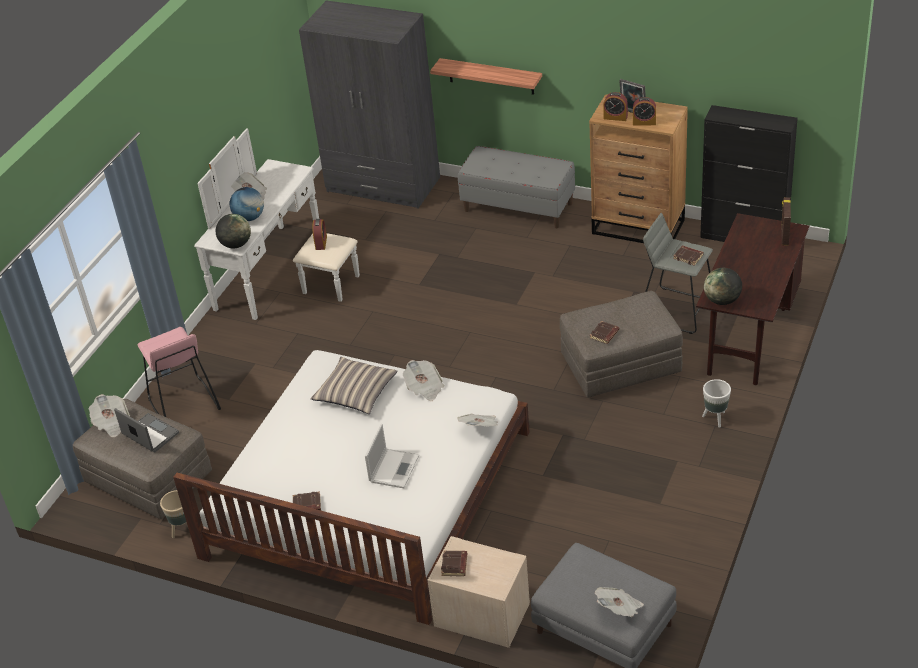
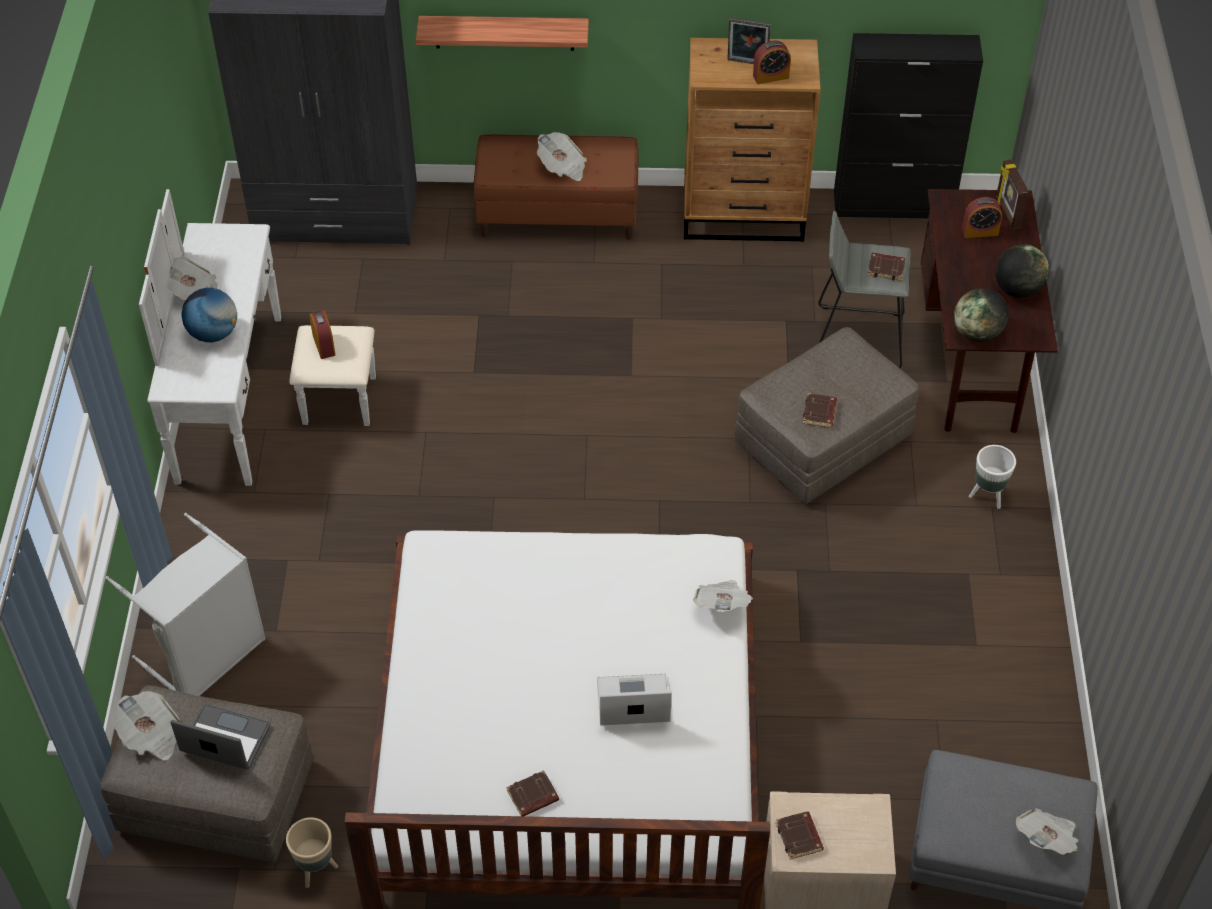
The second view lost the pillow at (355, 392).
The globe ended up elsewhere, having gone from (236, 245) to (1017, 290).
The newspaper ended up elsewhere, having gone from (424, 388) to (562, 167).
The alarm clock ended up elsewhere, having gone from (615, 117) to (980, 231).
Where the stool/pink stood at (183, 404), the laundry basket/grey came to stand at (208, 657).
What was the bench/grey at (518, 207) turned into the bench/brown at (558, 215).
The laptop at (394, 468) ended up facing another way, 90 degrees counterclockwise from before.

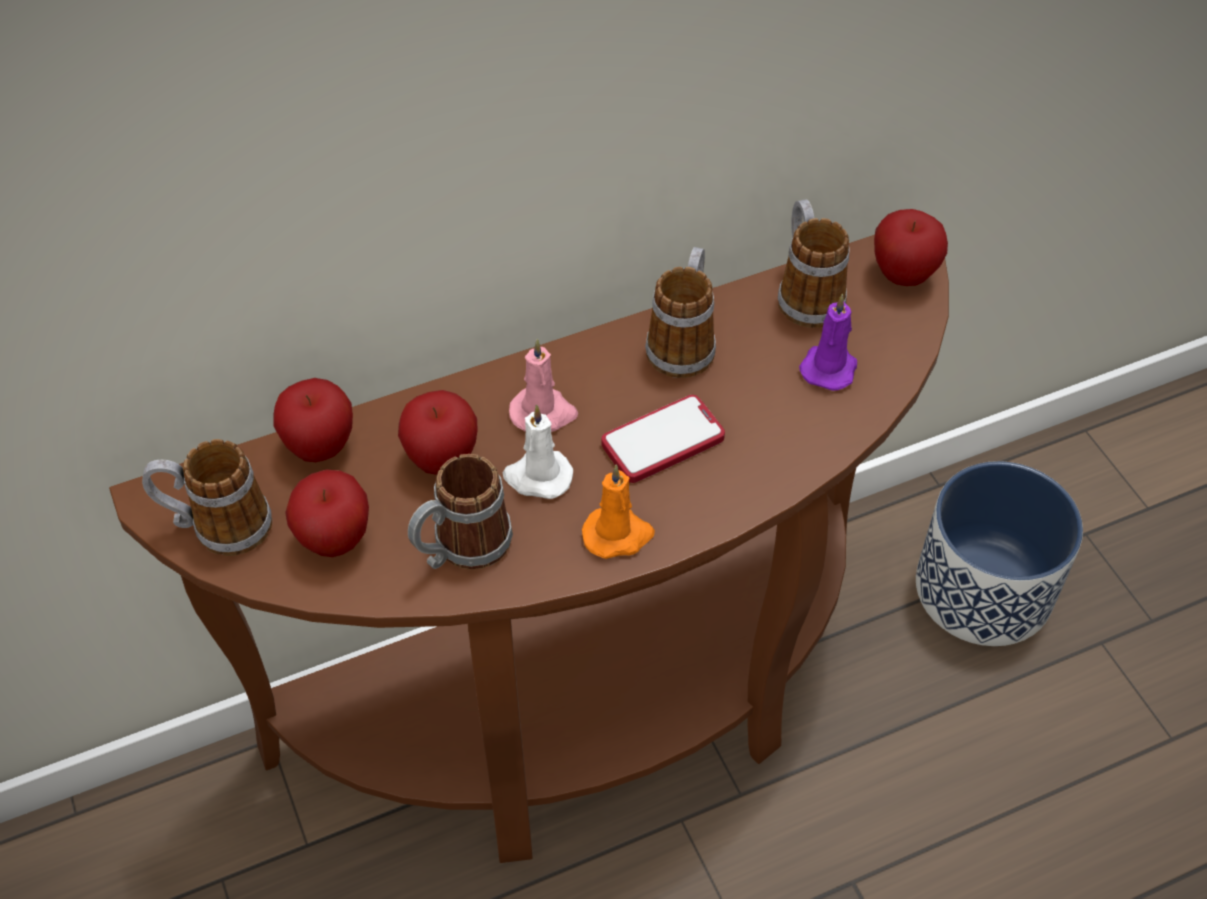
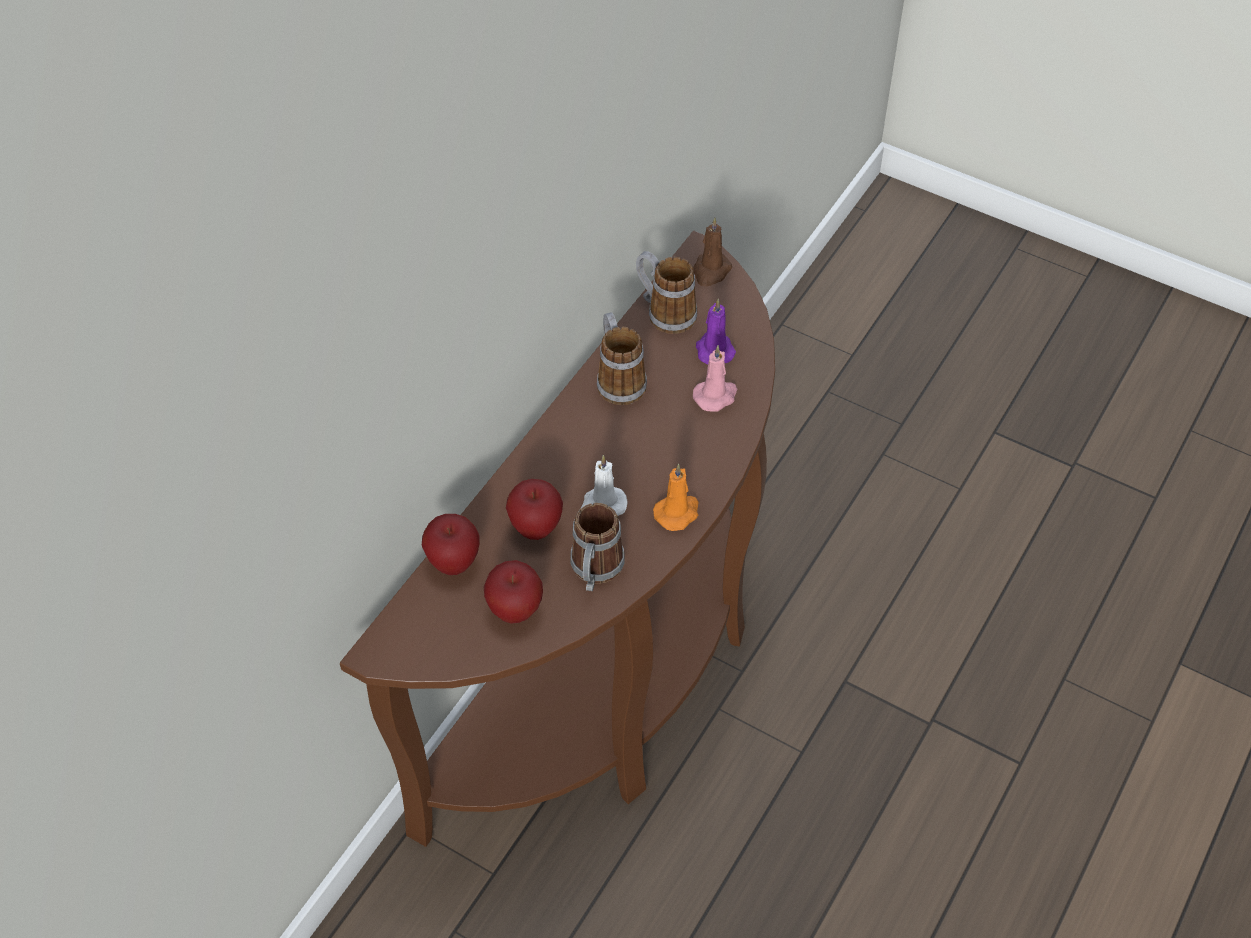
The second view lost the mug at (218, 527).
The second view lost the phone at (662, 441).
The second view lost the planter at (982, 588).
The candle/pink ended up elsewhere, having gone from (544, 413) to (716, 396).
Where the apple stood at (903, 275), the candle/brown came to stand at (710, 271).

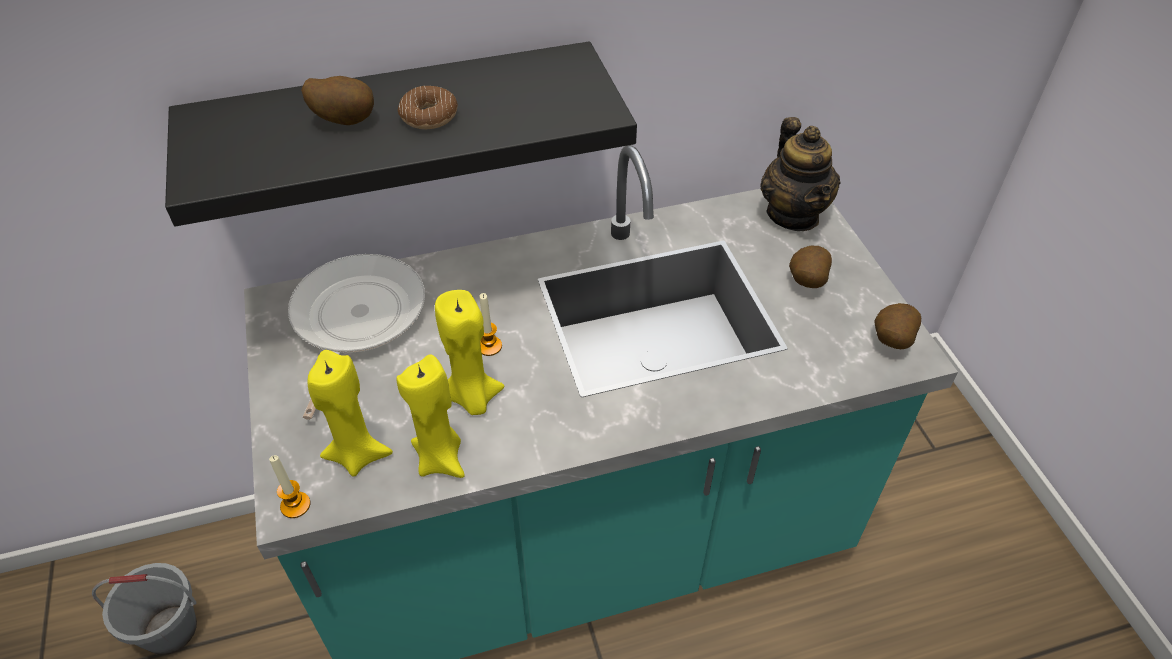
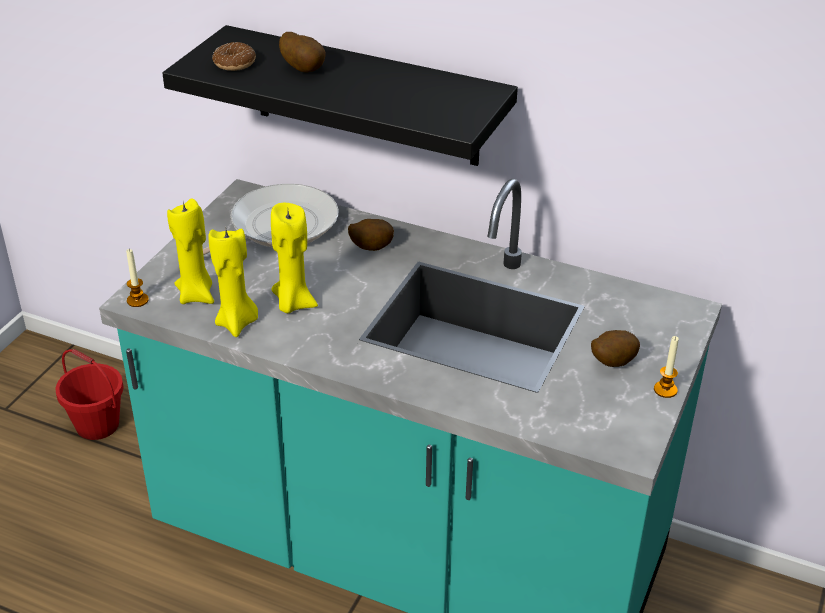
The second view lost the teapot at (793, 214).
The donut ended up elsewhere, having gone from (429, 116) to (234, 63).
The candle ended up elsewhere, having gone from (489, 346) to (665, 390).
The potato ended up elsewhere, having gone from (890, 341) to (370, 248).
What was the bucket/grey at (169, 630) turned into the bucket/red at (97, 425).

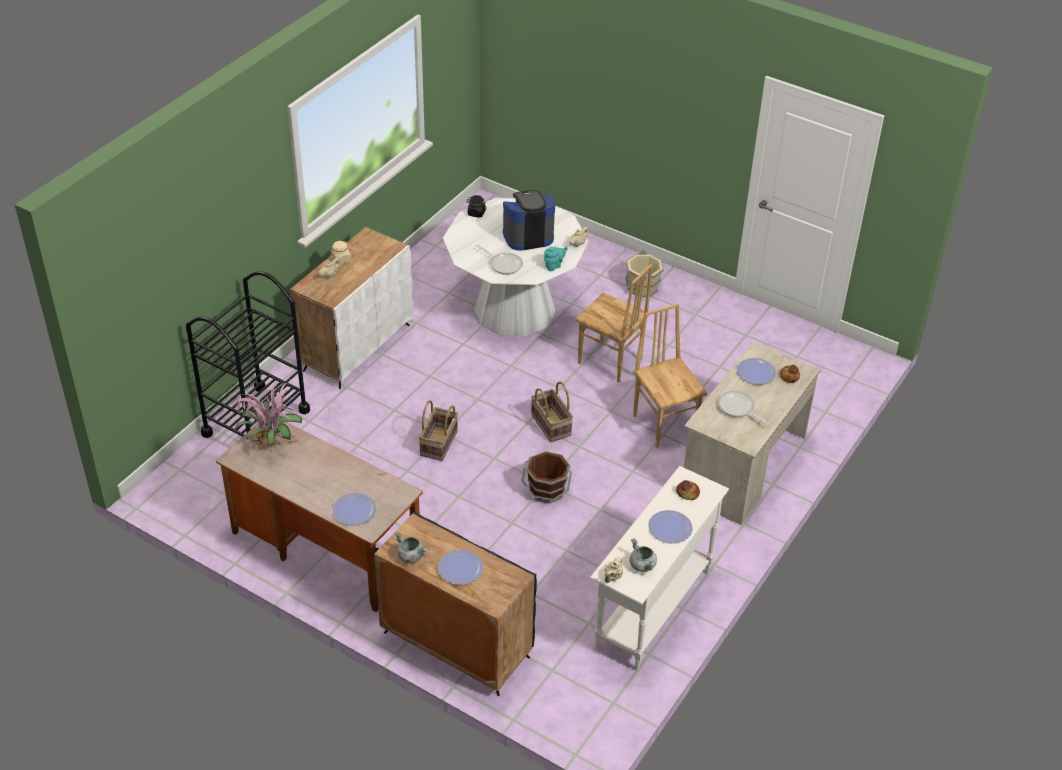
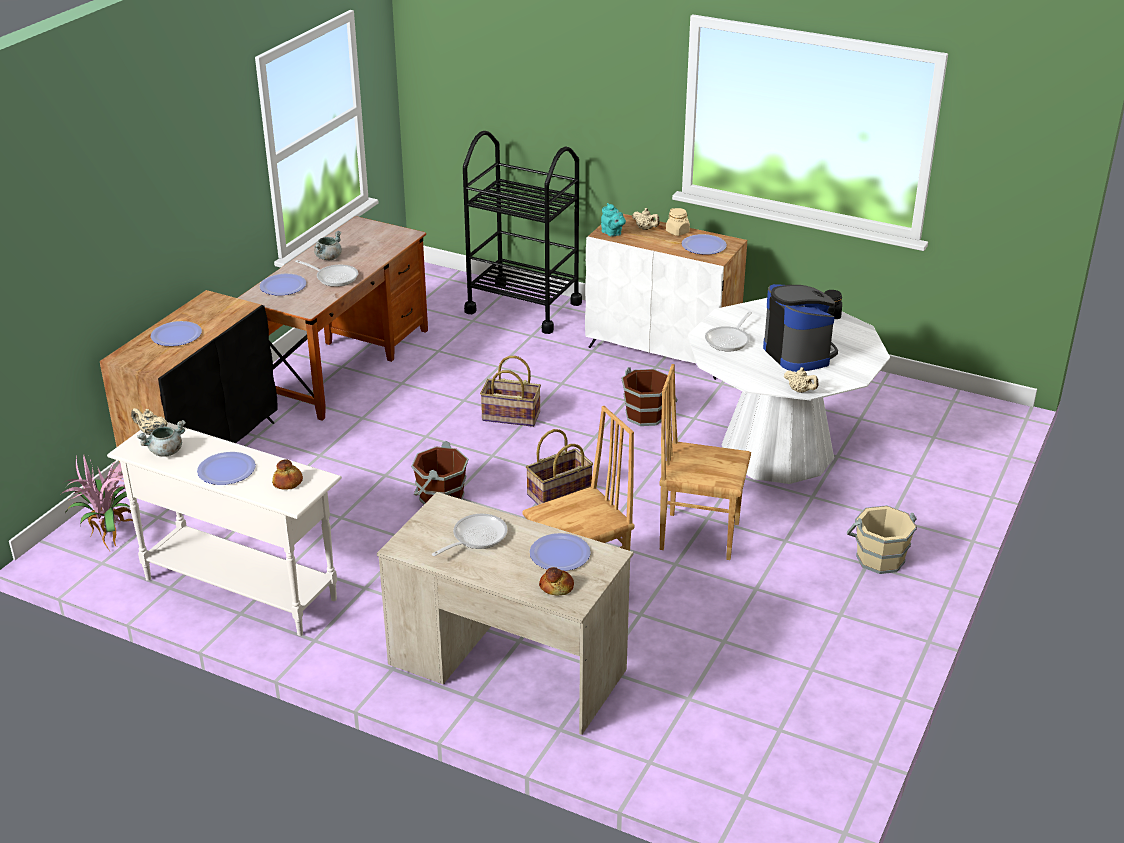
The second view gained the frying pan at (334, 277).
The second view gained the bucket/brown at (646, 414).
The second view gained the plate at (703, 246).
The potted plant ended up elsewhere, having gone from (270, 443) to (111, 532).
The cooking pot/grey ended up elsewhere, having gone from (410, 556) to (328, 257).
The teapot/turquoise ended up elsewhere, having gone from (554, 266) to (612, 233).
The chair/brown at (609, 362) ended up facing another way, 75 degrees clockwise from before.

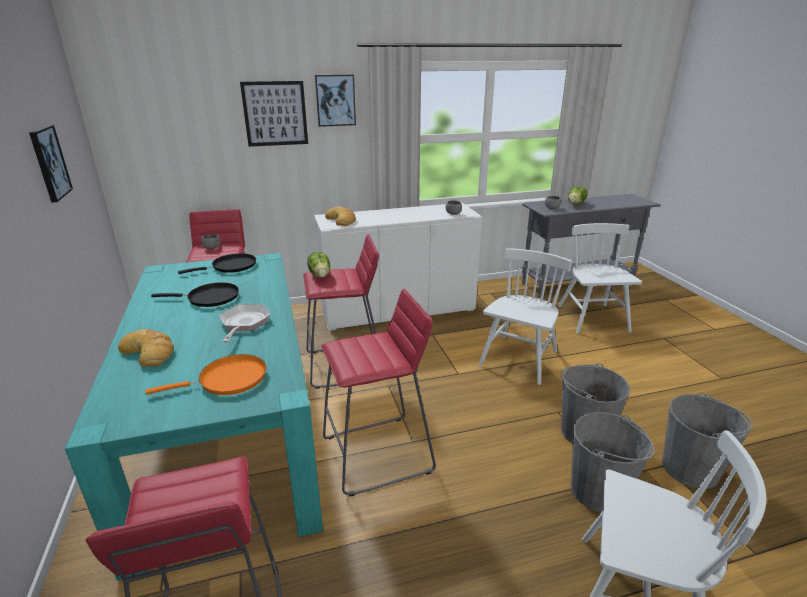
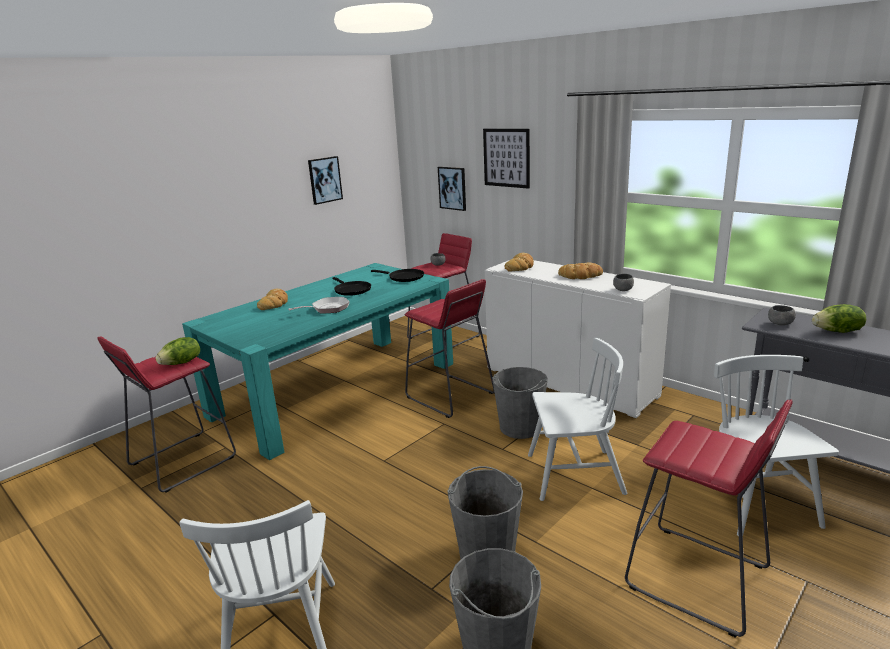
The second view lost the frying pan/orange at (228, 379).
The second view gained the bread at (581, 275).
The lettuce ended up elsewhere, having gone from (320, 275) to (182, 363).
The picture ended up elsewhere, having gone from (335, 100) to (452, 188).
The stool/red ended up elsewhere, having gone from (378, 454) to (697, 579).
The bucket/grey ended up elsewhere, having gone from (599, 491) to (520, 427).
The chair/white at (592, 319) ended up facing another way, 60 degrees counterclockwise from before.

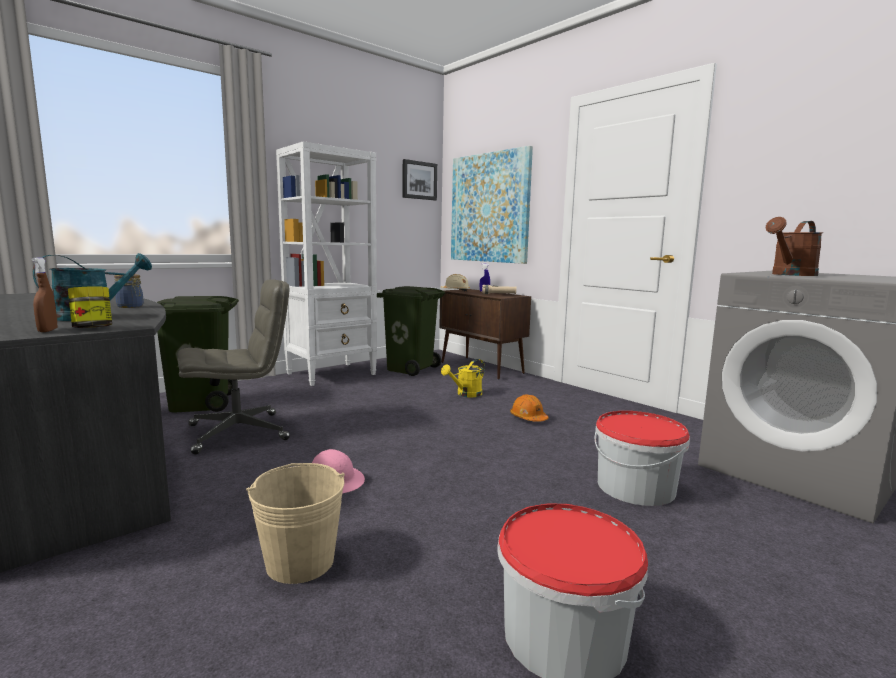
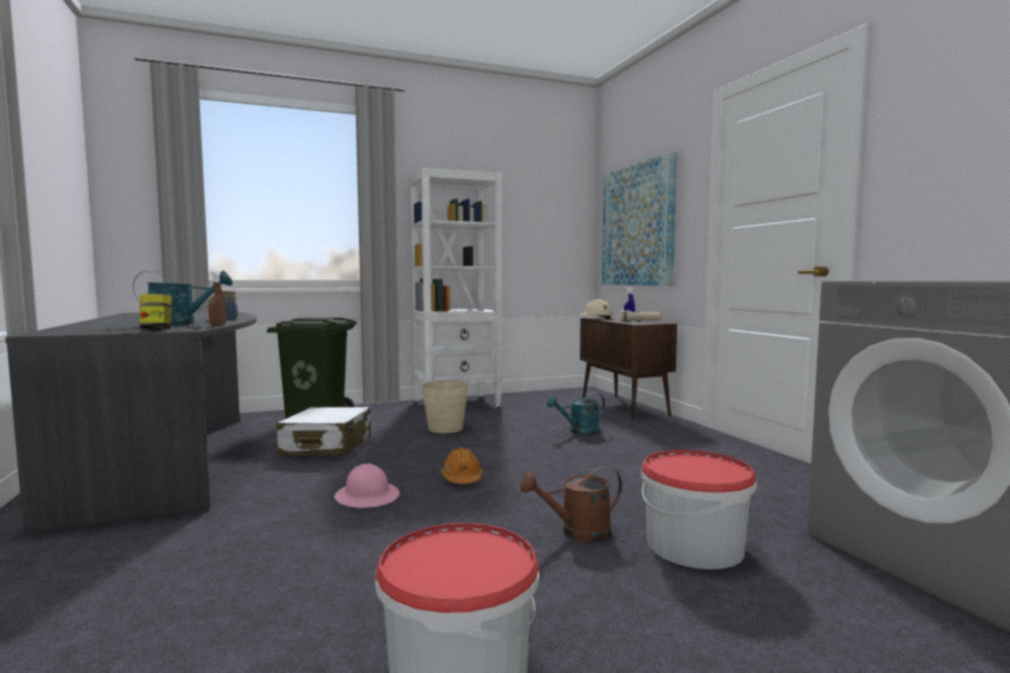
The second view lost the trash can/green at (410, 368).
The second view lost the picture at (419, 180).
The spray bottle/brown ended up elsewhere, having gone from (47, 330) to (218, 325).
The bucket/beige ended up elsewhere, having gone from (300, 562) to (445, 428).
The hard hat/orange ended up elsewhere, having gone from (528, 418) to (462, 479).
The watering can/brown ended up elsewhere, having gone from (790, 275) to (577, 532).
Where the office chair/grey stood at (239, 432), the suitcase/white came to stand at (326, 446).
What was the watering can/yellow at (466, 394) turned into the watering can/turquoise at (579, 432).

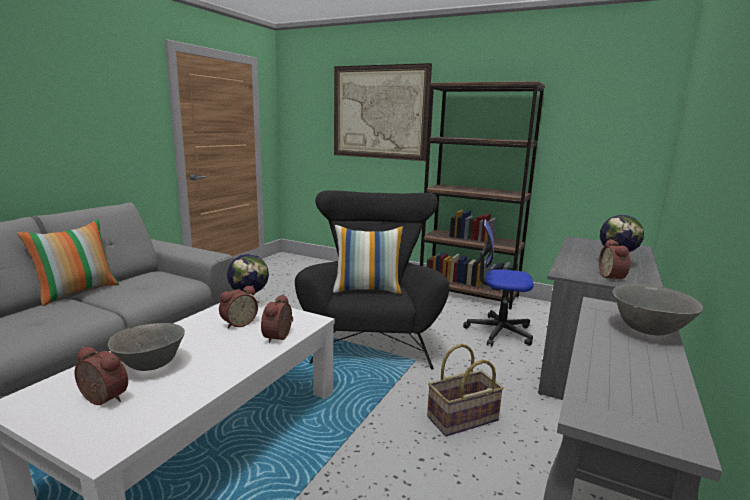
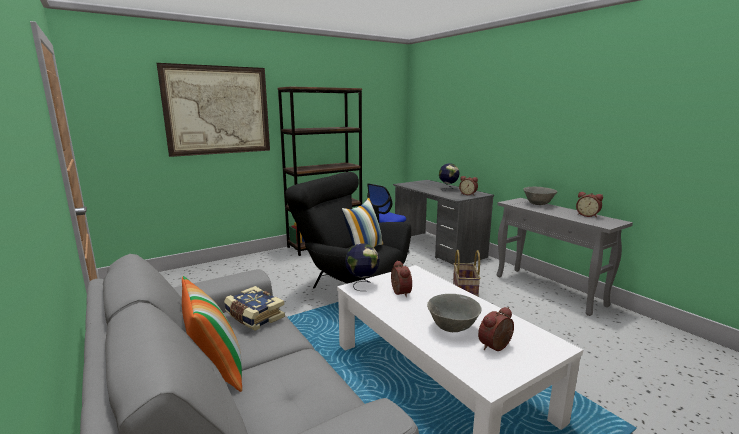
The second view gained the book at (254, 317).
The alarm clock ended up elsewhere, having gone from (279, 337) to (587, 215).

